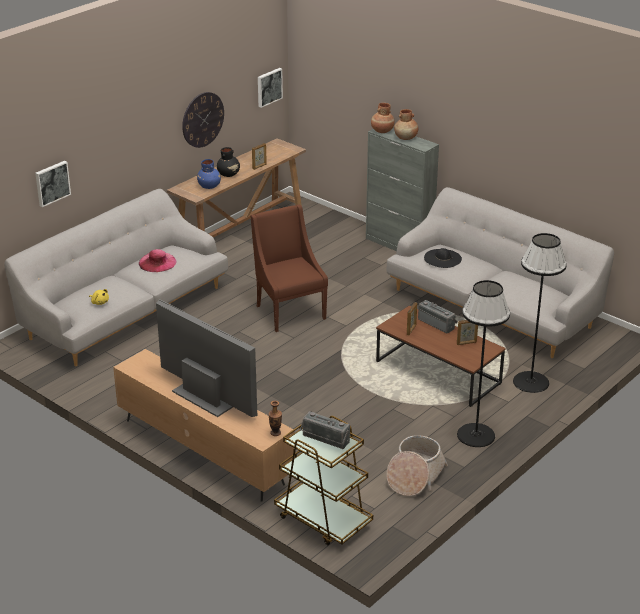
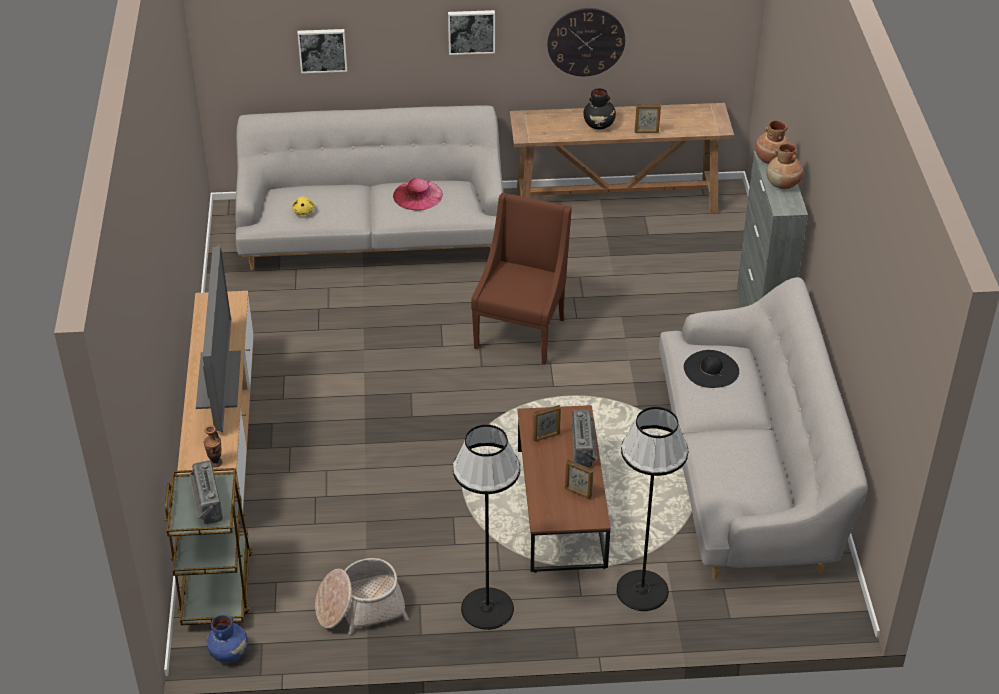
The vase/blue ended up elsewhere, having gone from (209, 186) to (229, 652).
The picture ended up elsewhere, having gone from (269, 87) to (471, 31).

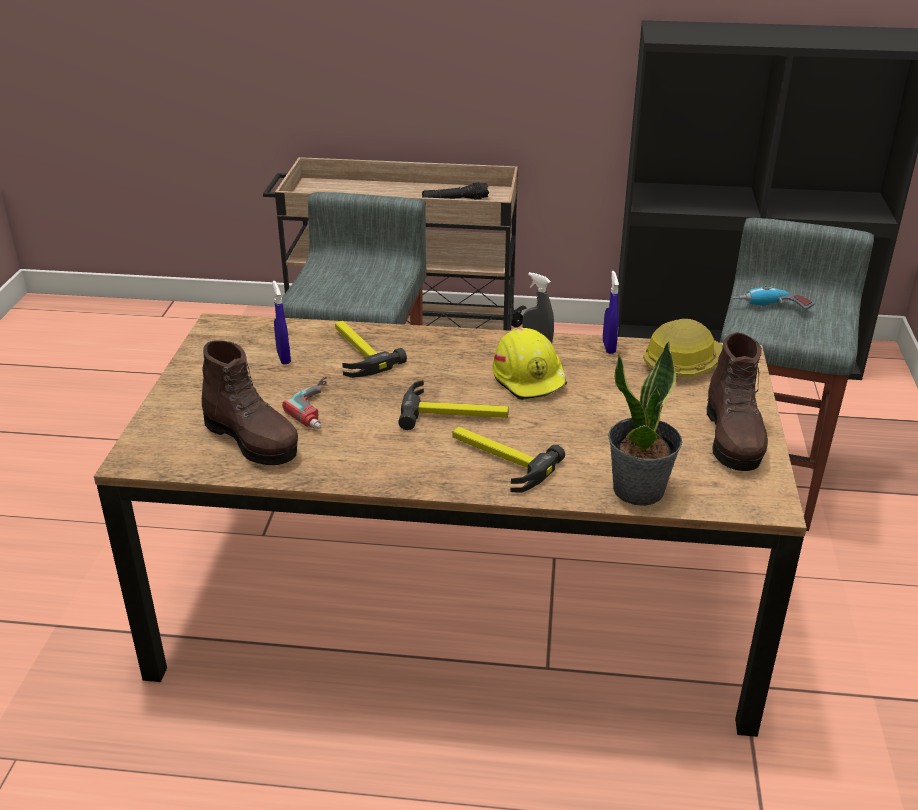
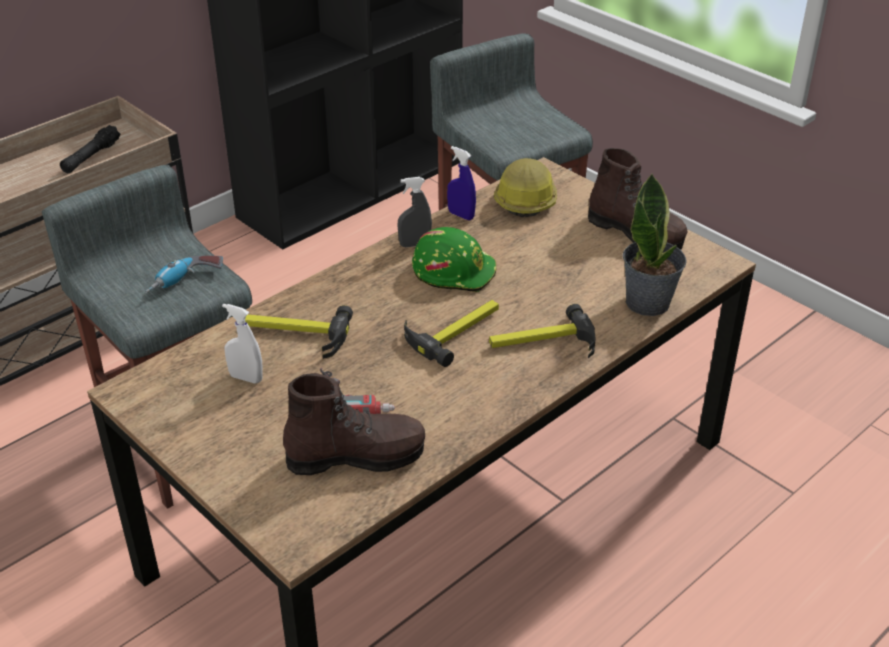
The power drill ended up elsewhere, having gone from (771, 309) to (185, 282).
What was the spray bottle/blue at (284, 358) turned into the spray bottle/white at (246, 378).
What was the hard hat/yellow at (530, 378) turned into the hard hat/green at (454, 271).

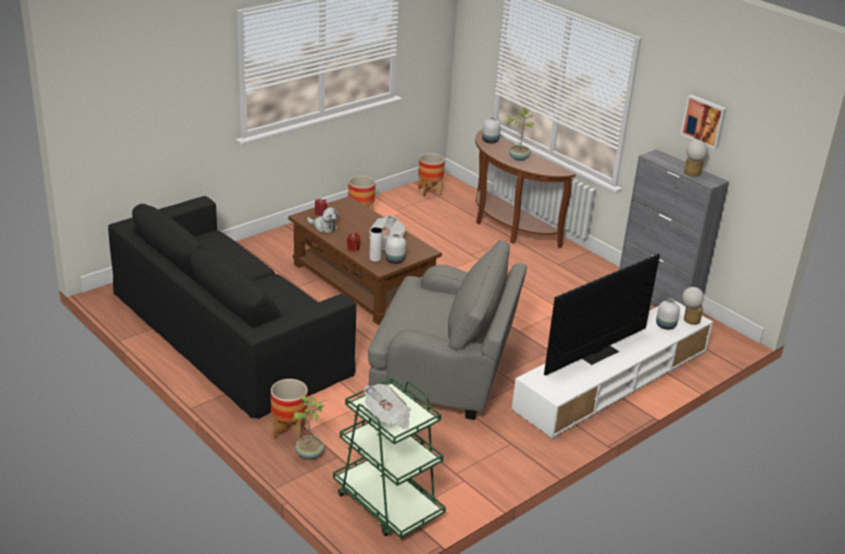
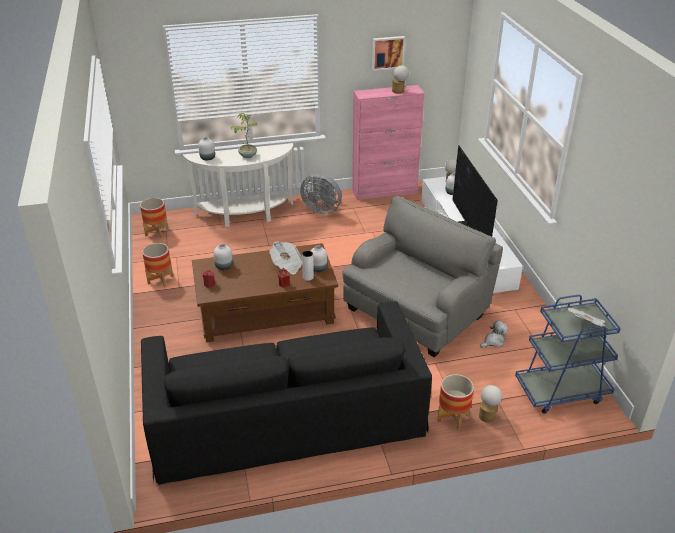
The second view gained the vase/white at (224, 267).
The second view gained the fan/grey at (322, 209).
The plush toy ended up elsewhere, having gone from (323, 227) to (493, 341).
Where the potted plant stood at (310, 454), the table lamp came to stand at (488, 414).
What was the cart/green at (387, 503) turned into the cart/blue at (561, 391).
What was the console table/brown at (507, 227) turned into the console table/white at (245, 216).
What was the cabinet/grey at (657, 299) turned into the cabinet/pink at (385, 191).

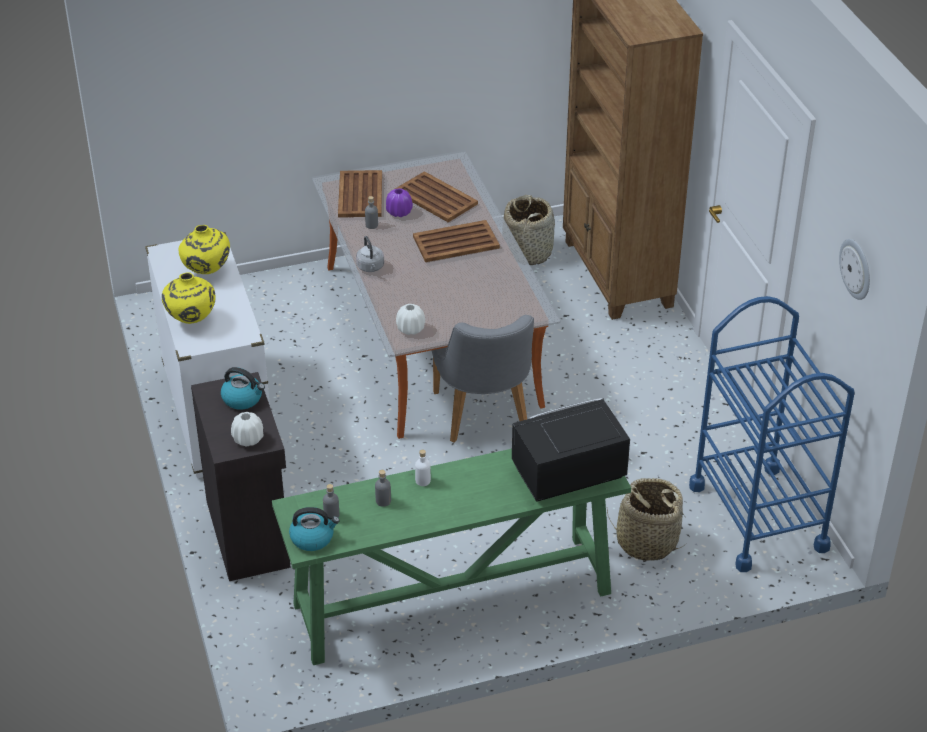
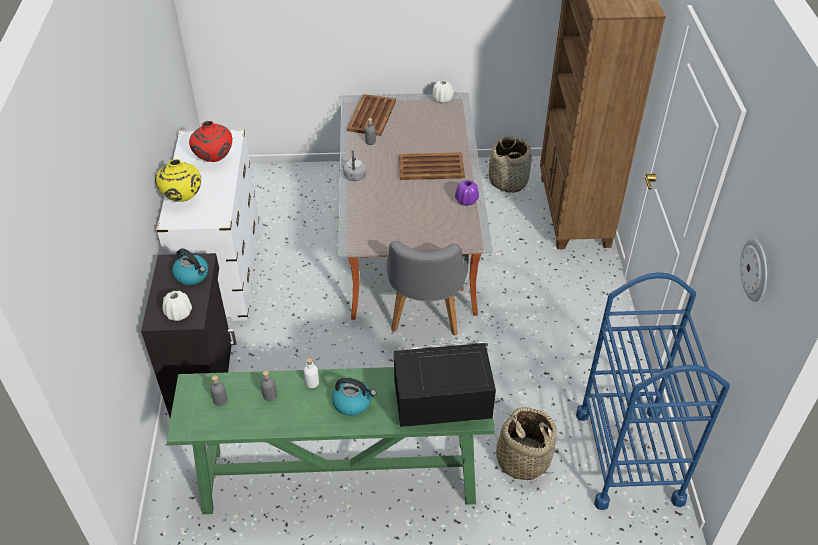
The second view lost the tray/brown at (435, 197).
The kettle ended up elsewhere, having gone from (313, 538) to (353, 402).
The vase/purple ended up elsewhere, having gone from (399, 212) to (466, 200).
The vase/white ended up elsewhere, having gone from (410, 329) to (442, 99).
What was the vase/yellow at (206, 272) turned into the vase/red at (214, 160).

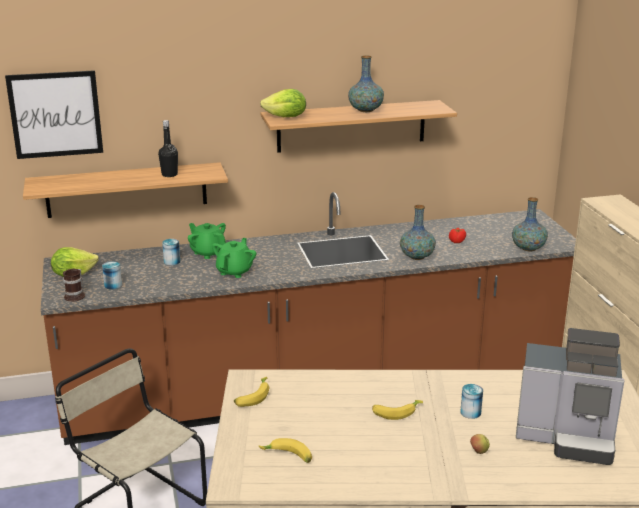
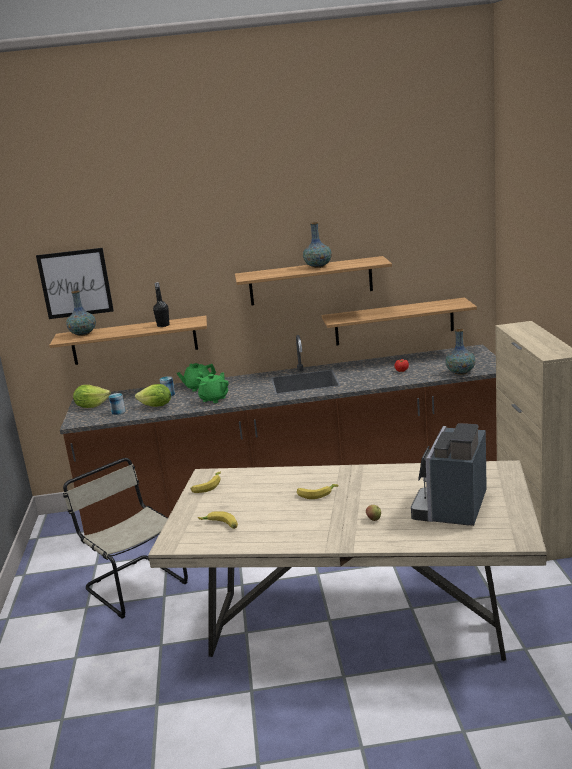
The second view lost the mug at (76, 296).
The second view lost the can at (470, 412).
The second view gained the shelf at (394, 322).
The lettuce ended up elsewhere, having gone from (286, 117) to (156, 406).
The vase ended up elsewhere, having gone from (417, 256) to (83, 334).
The teapot/green at (208, 252) ended up facing another way, 75 degrees counterclockwise from before.
The coffee machine at (567, 437) ended up facing another way, 90 degrees clockwise from before.

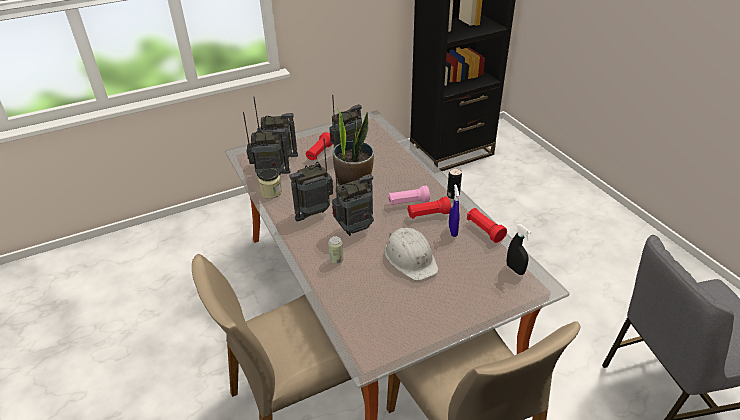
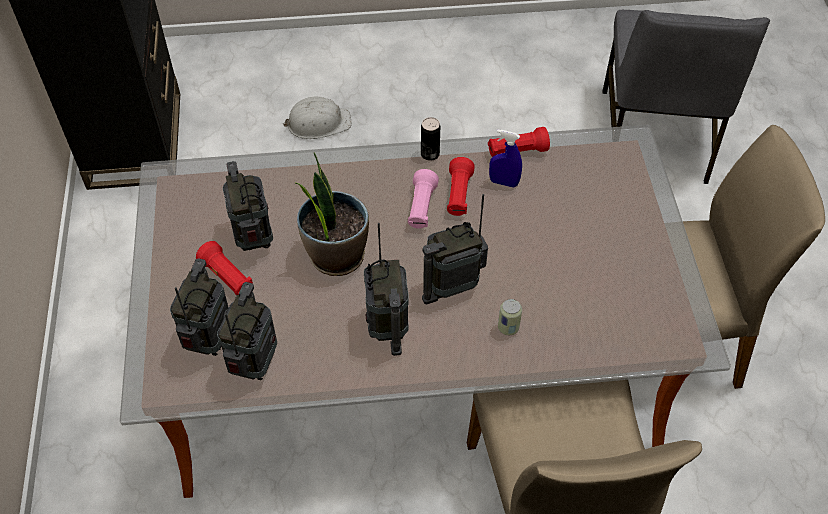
The second view lost the jar at (271, 192).
The second view lost the spray bottle/black at (515, 269).
The hard hat/white ended up elsewhere, having gone from (410, 258) to (318, 123).
The radio at (355, 229) ended up facing another way, 105 degrees counterclockwise from before.

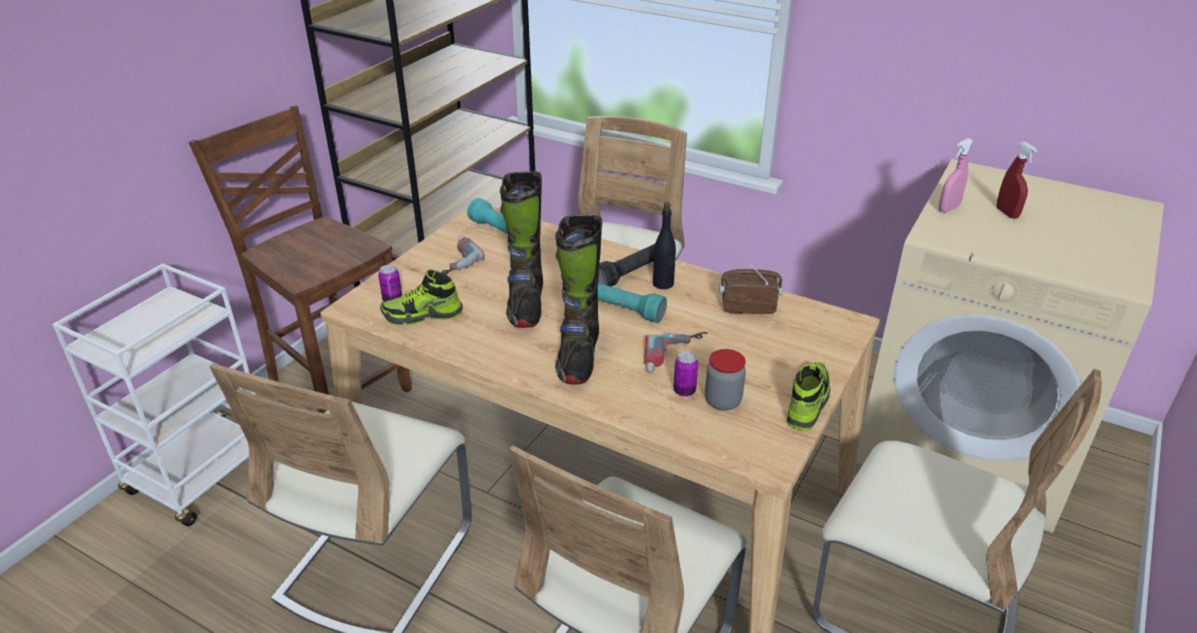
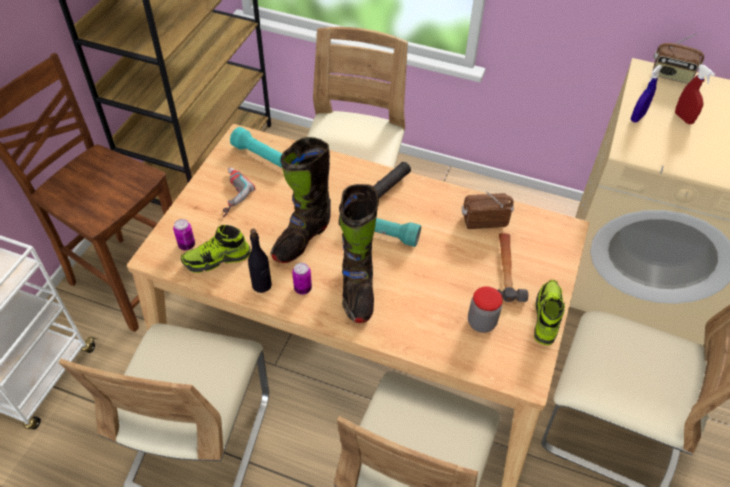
The second view lost the power drill at (676, 357).
The second view gained the hammer at (507, 269).
The second view gained the radio at (671, 75).
The bottle/black ended up elsewhere, having gone from (663, 284) to (262, 285).
The can ended up elsewhere, having gone from (684, 391) to (303, 288).
What was the spray bottle/pink at (948, 208) turned into the spray bottle/blue at (637, 117).
The boot/black at (525, 305) ended up facing another way, 45 degrees clockwise from before.

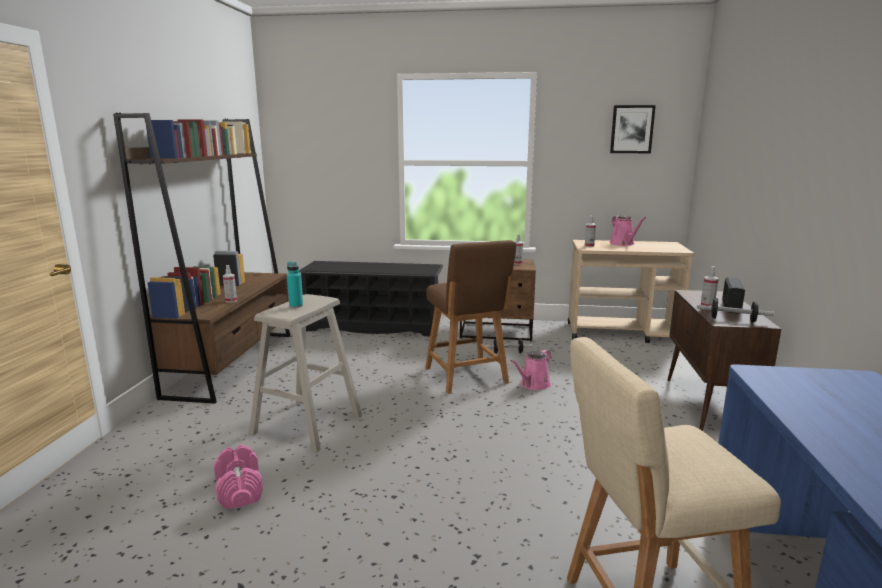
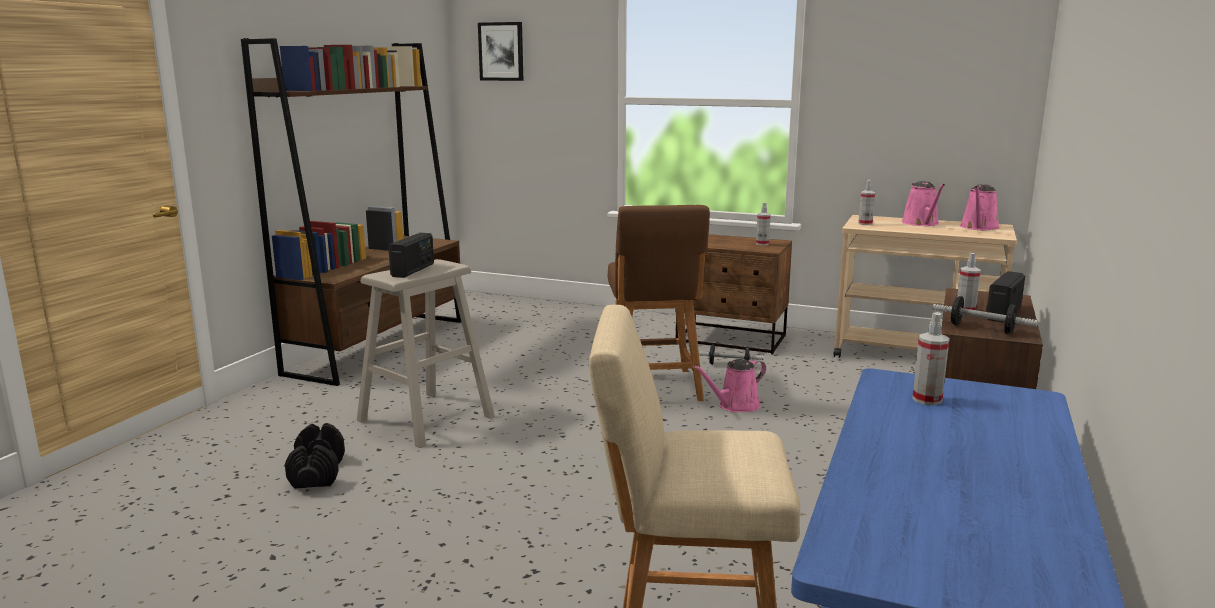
The second view lost the shoe rack/black at (374, 326).
The second view gained the watering can/pink at (978, 227).
The spray bottle ended up elsewhere, having gone from (231, 300) to (927, 399).
The picture ended up elsewhere, having gone from (632, 129) to (501, 51).
Where the bottle/turquoise stood at (296, 306), the radio came to stand at (413, 270).
What was the dumbbell/pink at (239, 490) turned into the dumbbell/black at (317, 473).

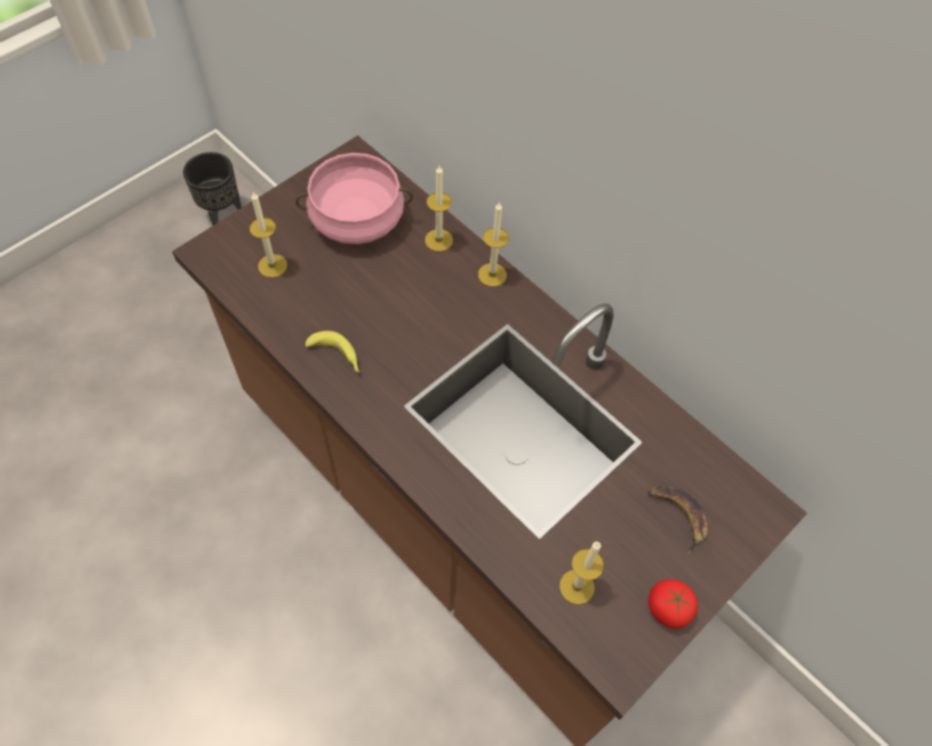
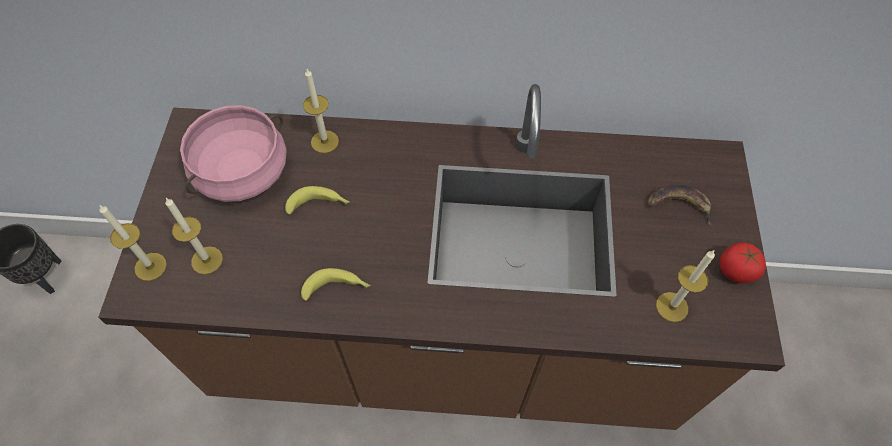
The second view gained the banana at (319, 205).
The candle ended up elsewhere, having gone from (492, 275) to (150, 266).

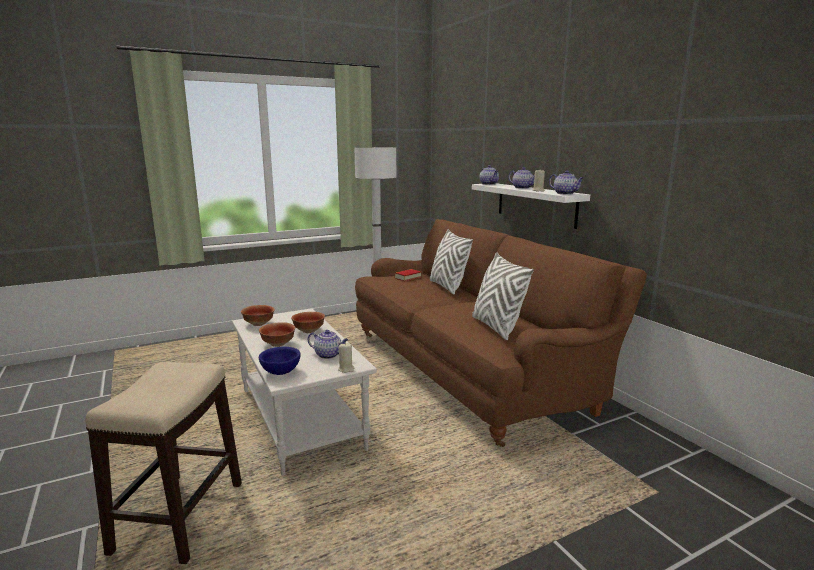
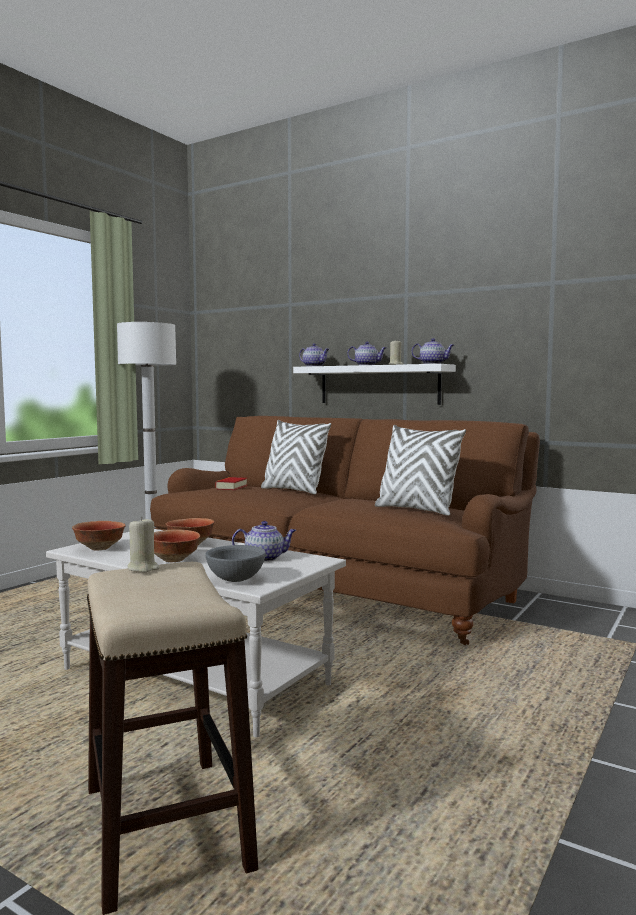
The candle/beige ended up elsewhere, having gone from (346, 369) to (143, 568).
What was the bowl/blue at (281, 372) turned into the bowl/grey at (236, 580).

